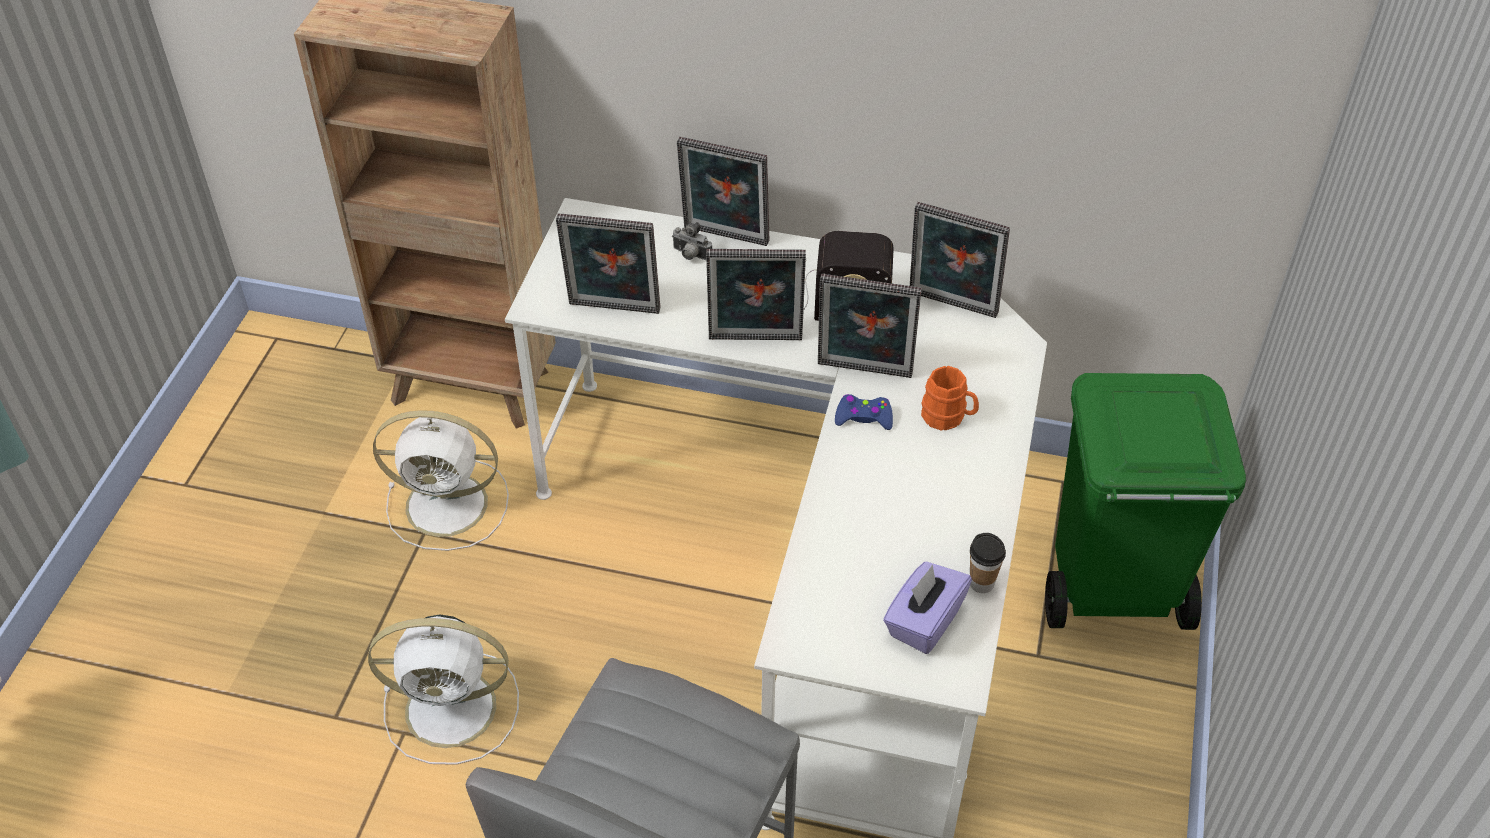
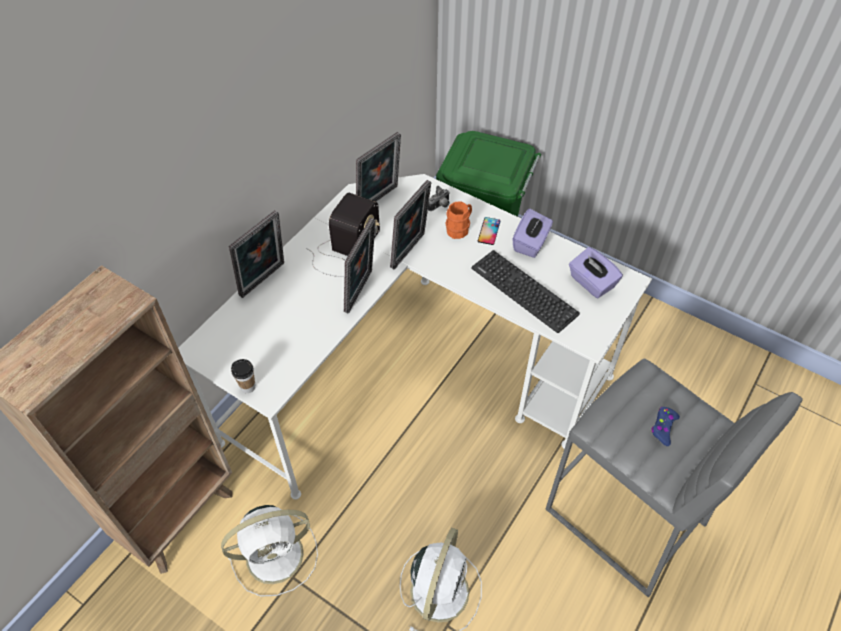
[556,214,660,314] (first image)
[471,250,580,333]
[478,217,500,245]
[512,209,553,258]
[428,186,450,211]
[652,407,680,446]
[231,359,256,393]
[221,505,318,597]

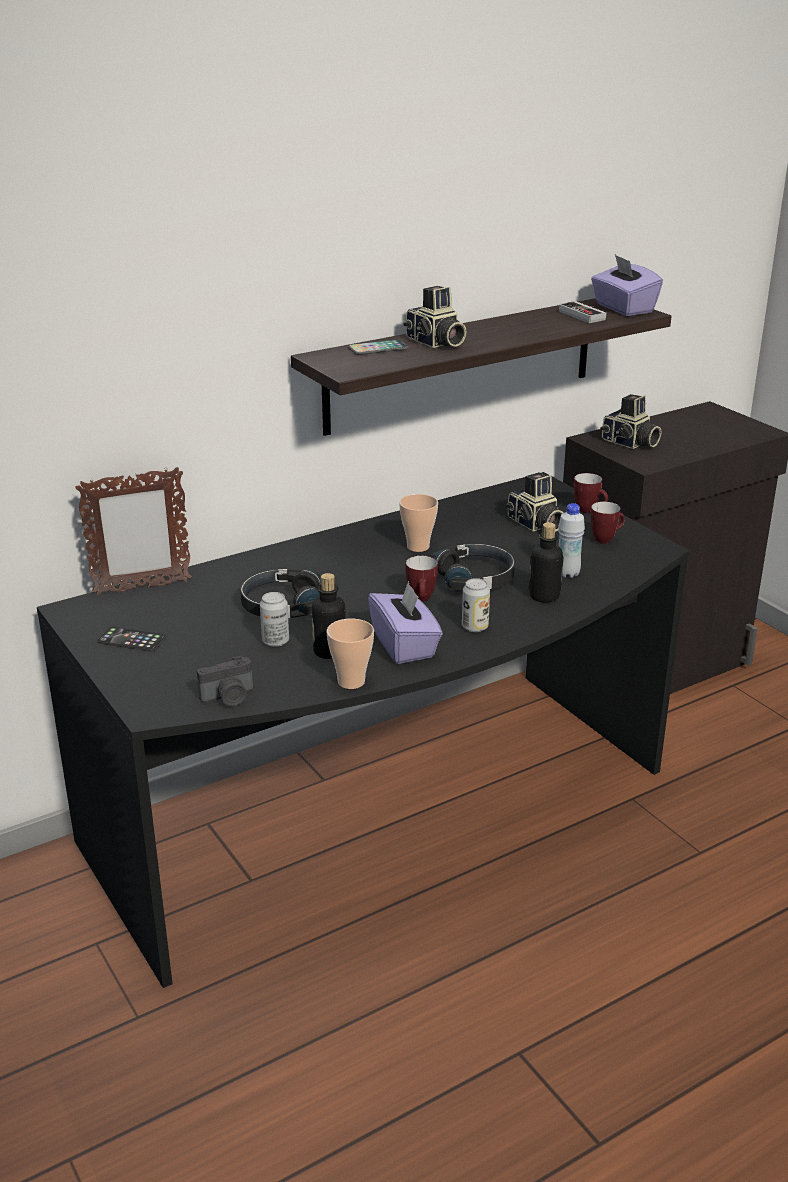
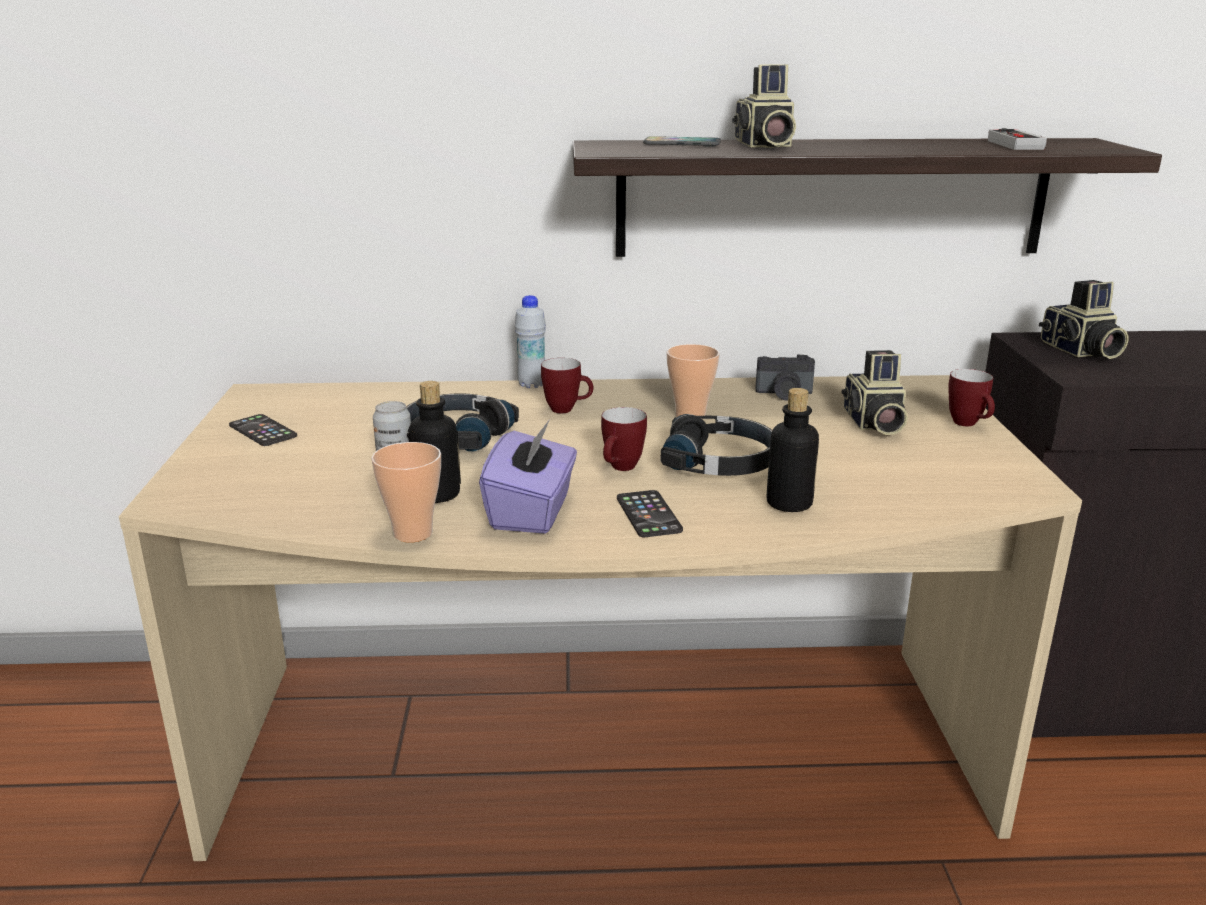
[75,467,192,596] (first image)
[591,255,663,316] (first image)
[755,354,815,401]
[515,295,546,388]
[541,358,593,413]
[617,490,683,537]
[119,375,1082,861]

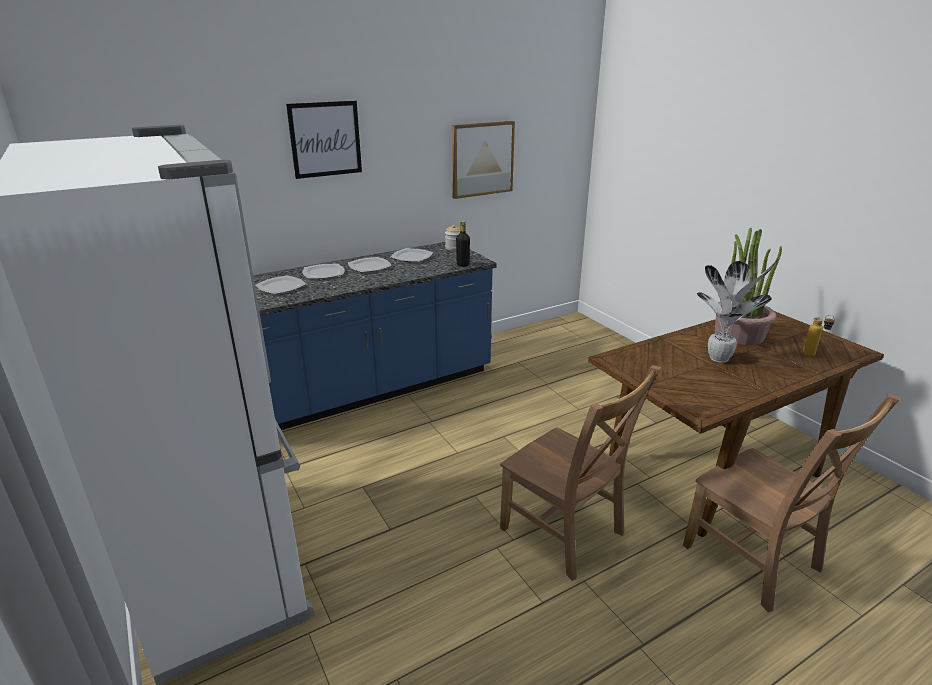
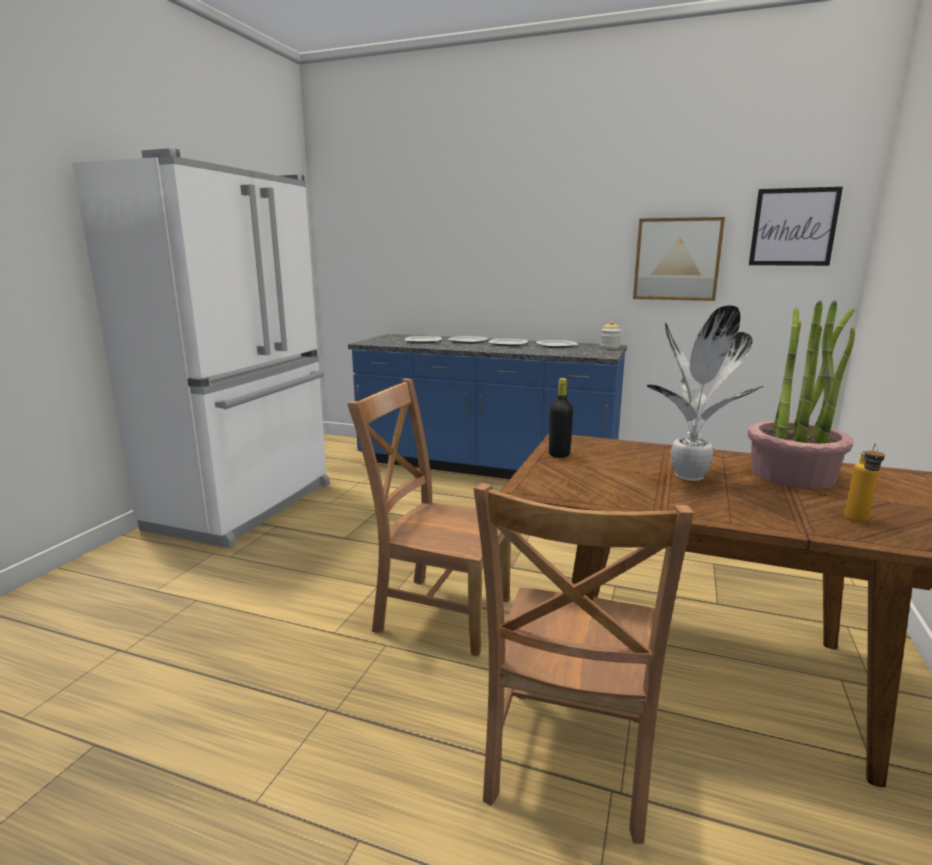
[749,187,843,266]
[549,378,573,458]
[347,378,511,657]

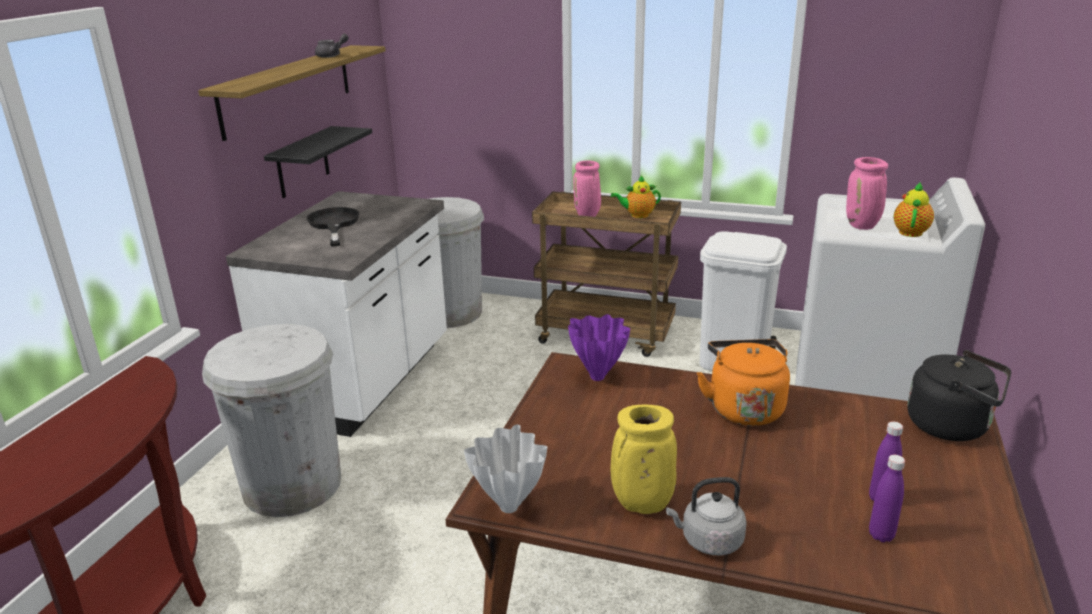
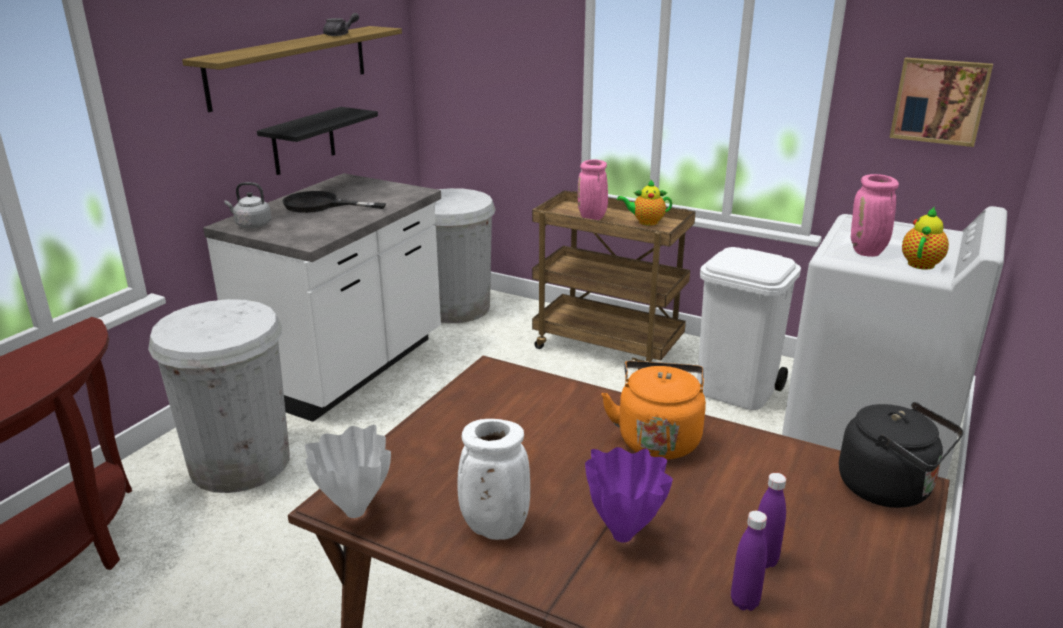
[889,58,993,147]
[585,447,673,542]
[224,182,271,228]
[457,419,530,540]
[282,191,386,213]

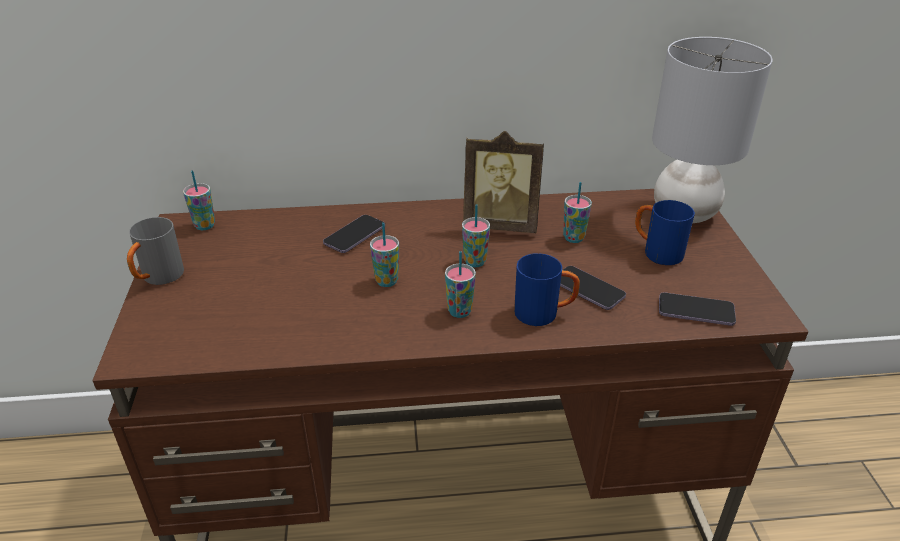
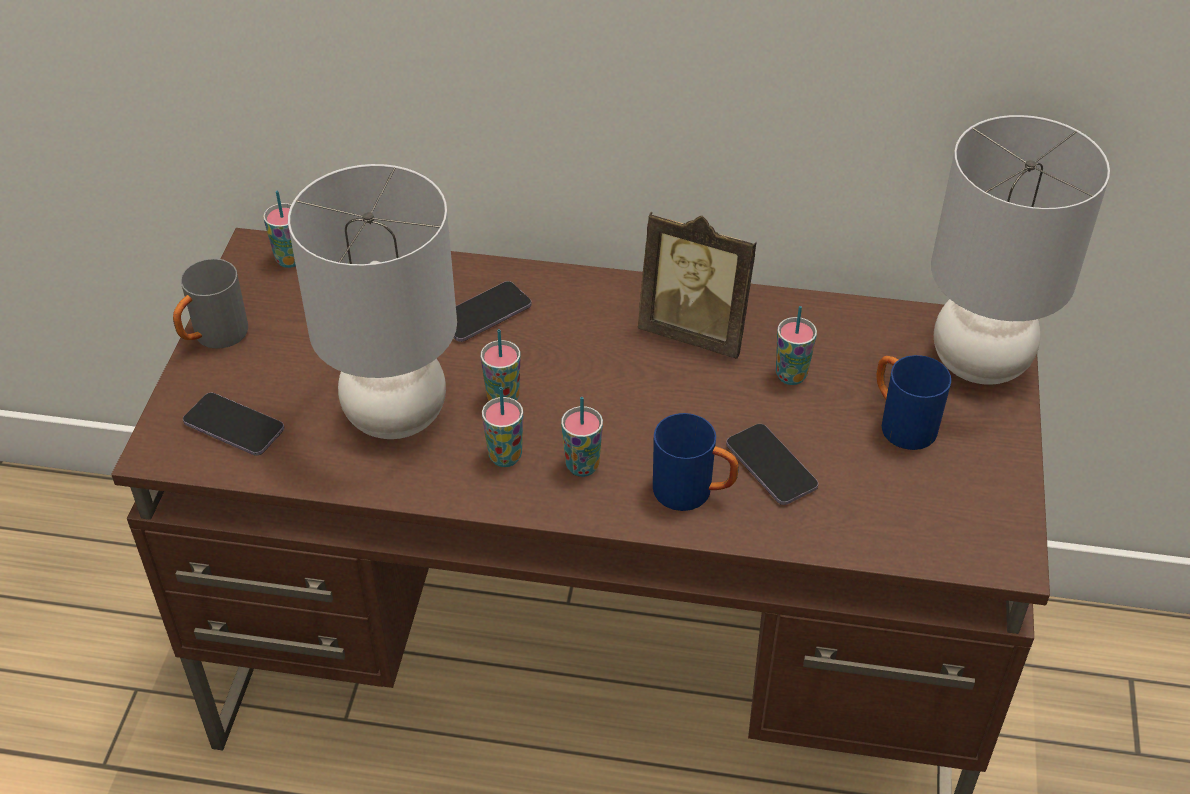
[288,164,457,439]
[482,387,523,467]
[183,392,284,456]

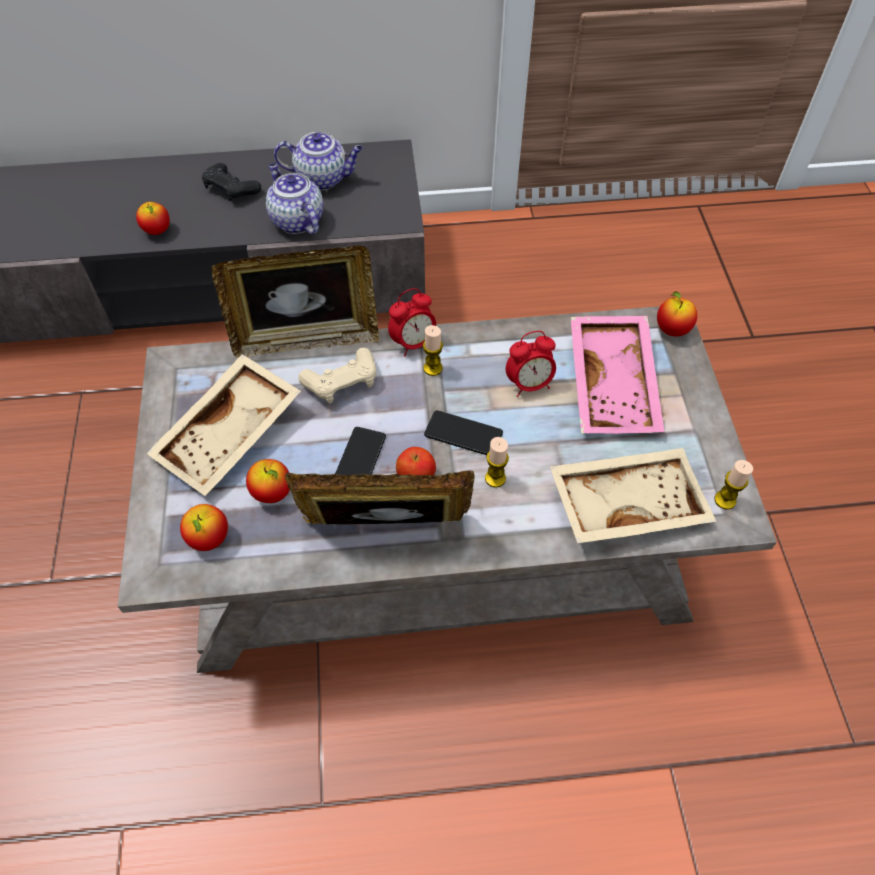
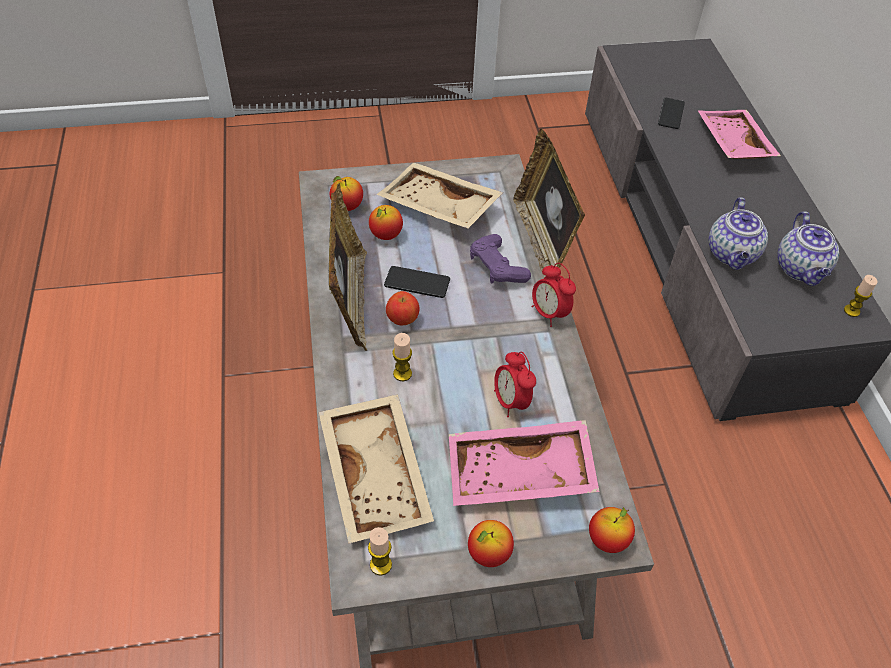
[202,163,261,201] (first image)
[698,110,781,159]
[468,520,514,567]
[844,275,878,317]
[658,98,685,129]
[470,234,531,283]
[709,198,768,270]

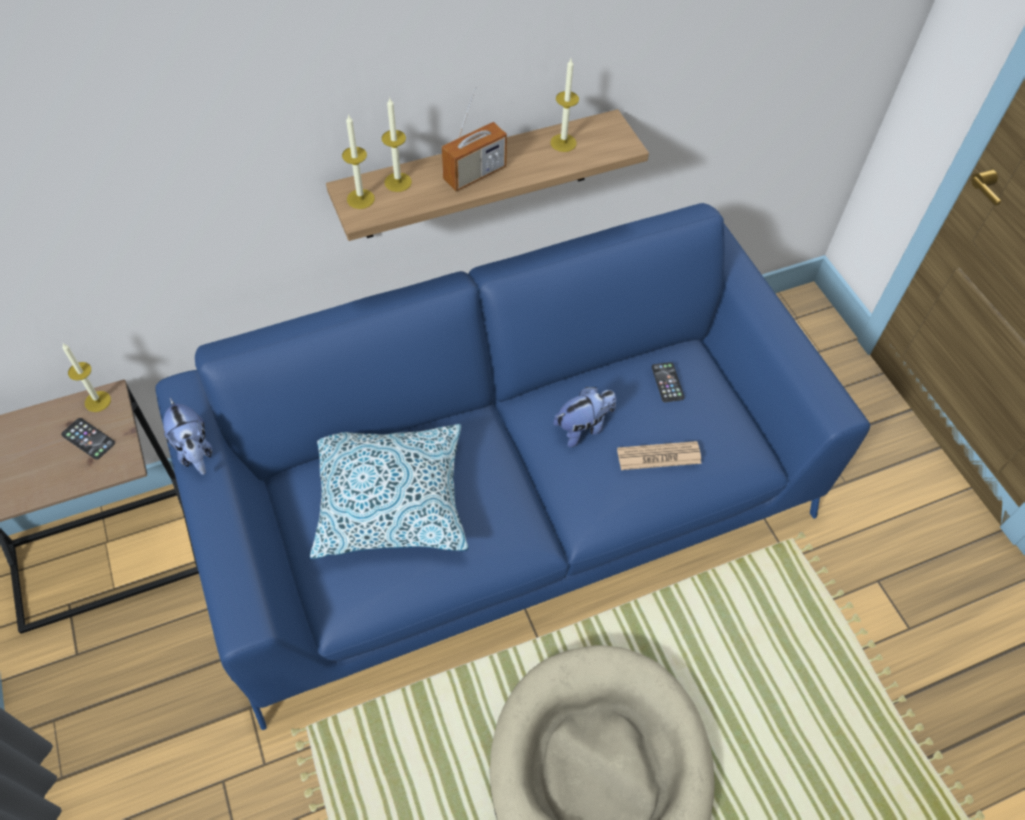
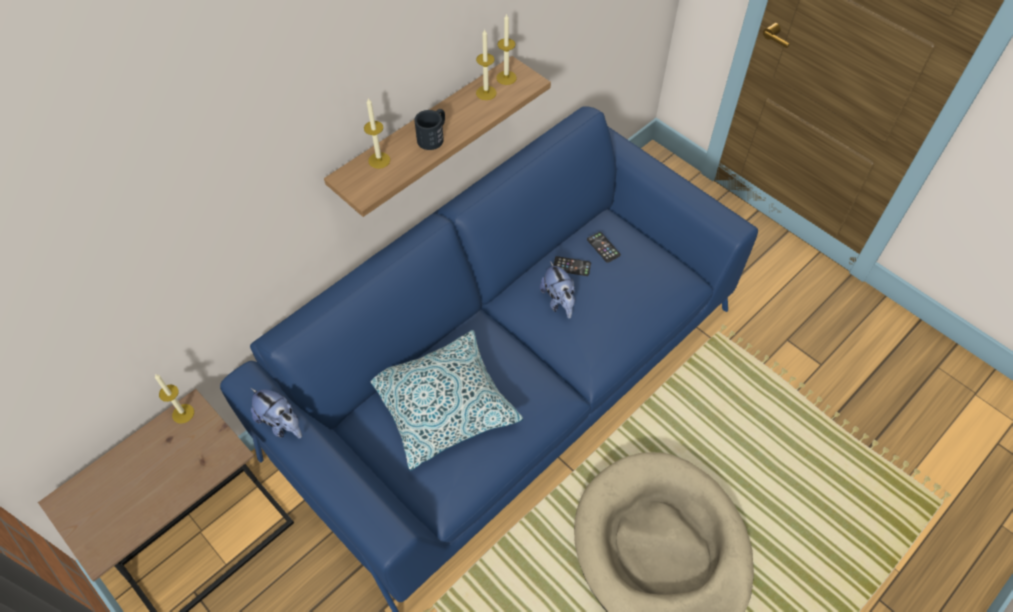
[617,441,702,470] (first image)
[554,256,591,276]
[496,13,517,85]
[414,109,445,150]
[540,261,575,319]

